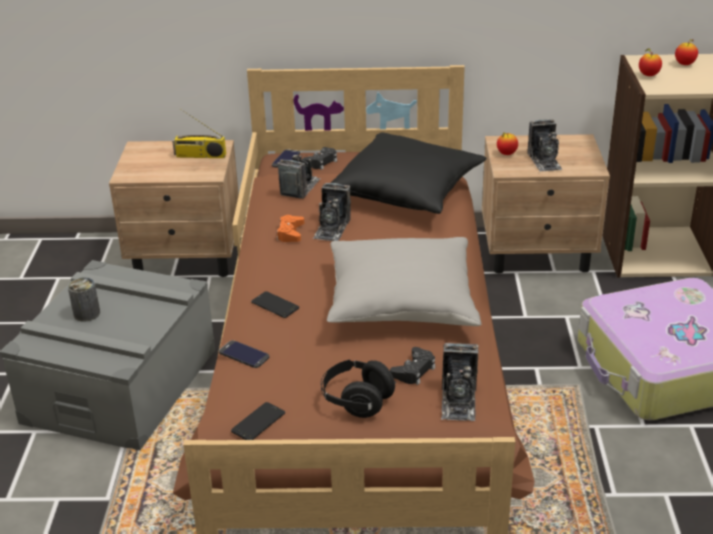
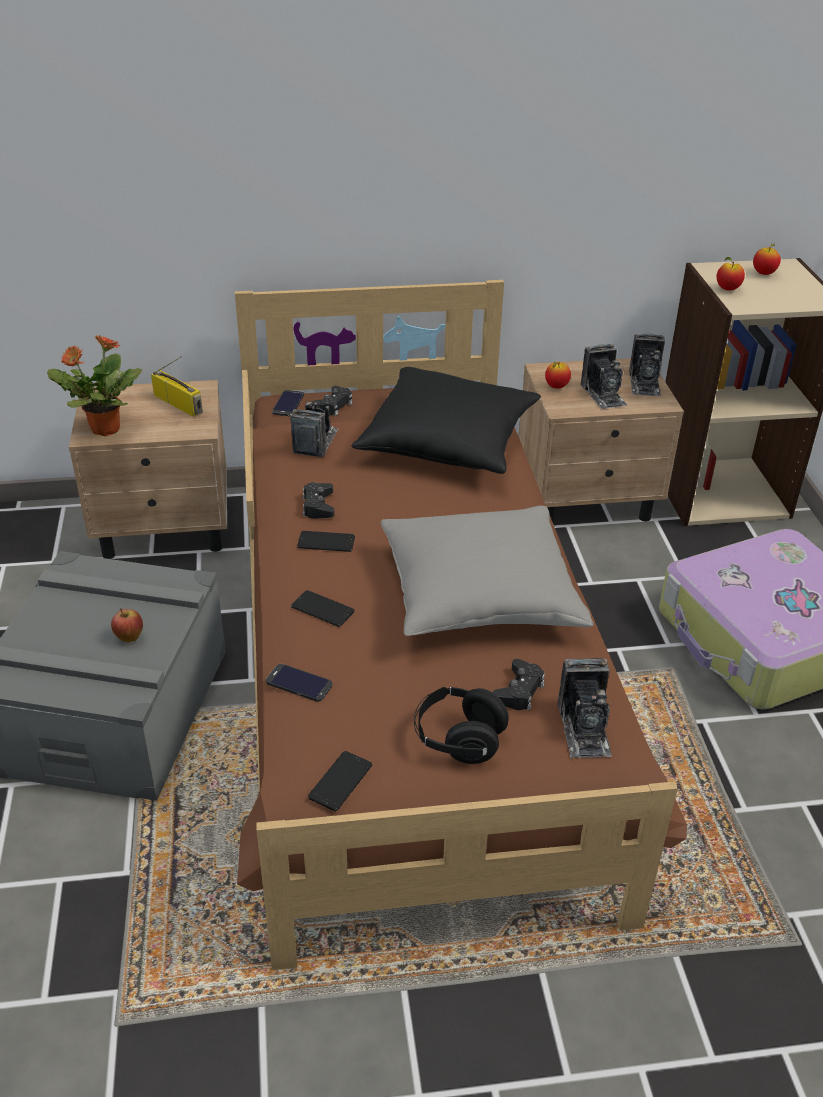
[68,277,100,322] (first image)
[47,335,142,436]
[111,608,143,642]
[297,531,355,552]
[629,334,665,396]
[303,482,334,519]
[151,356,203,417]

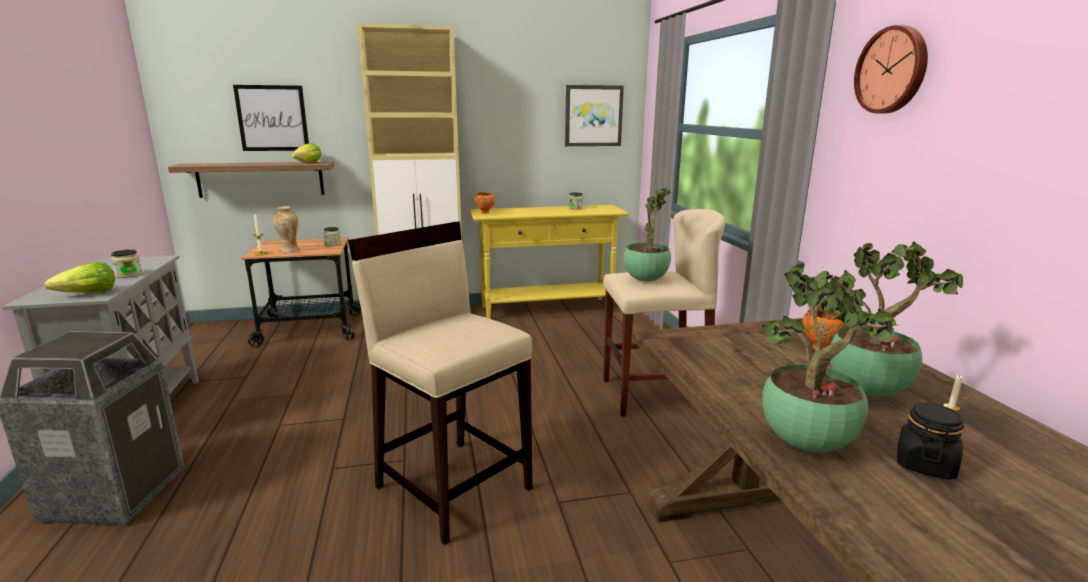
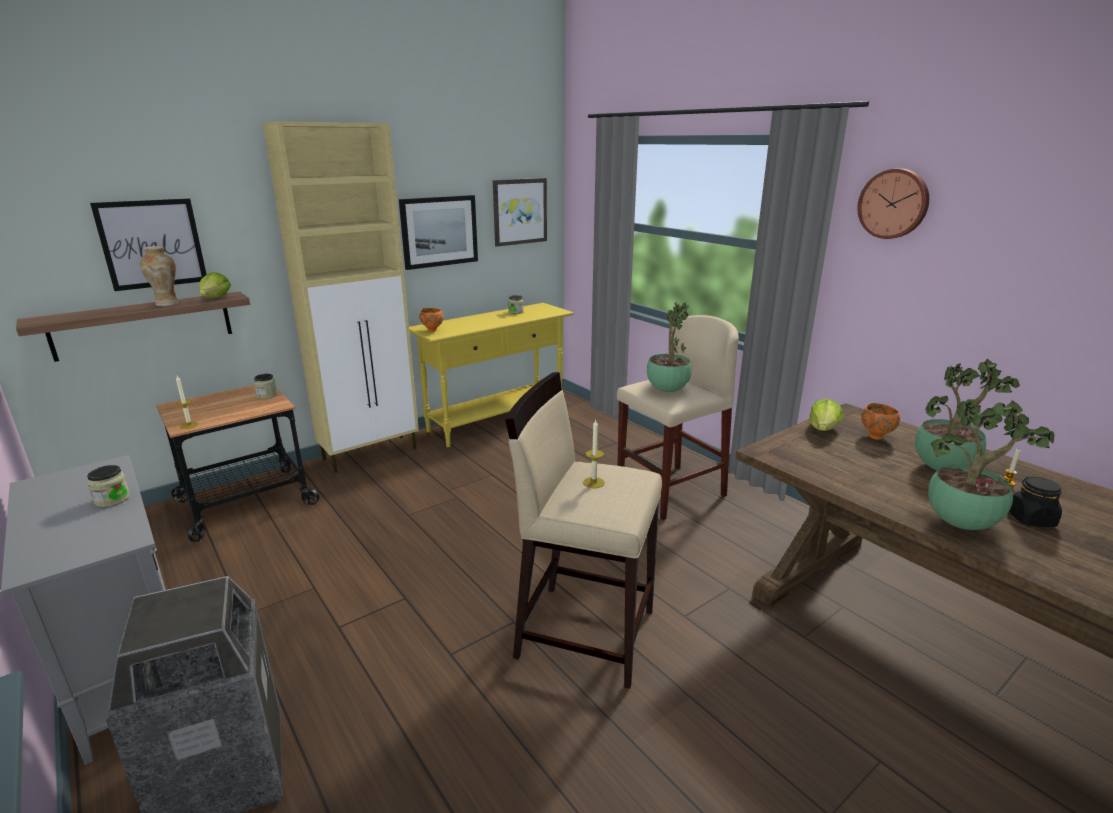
[399,195,478,270]
[583,420,605,488]
[809,399,843,431]
[140,246,180,306]

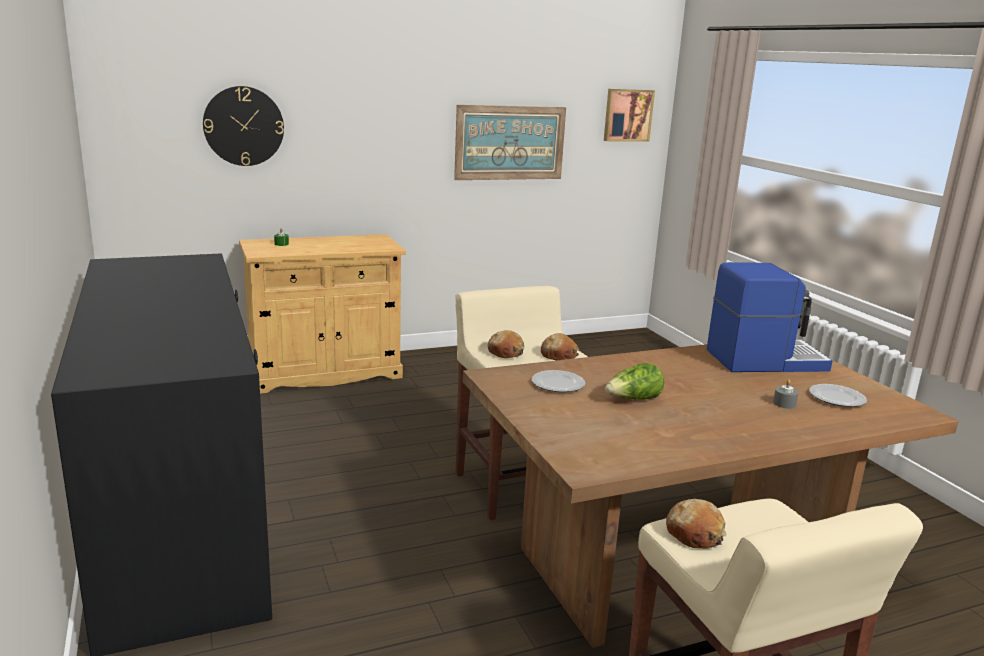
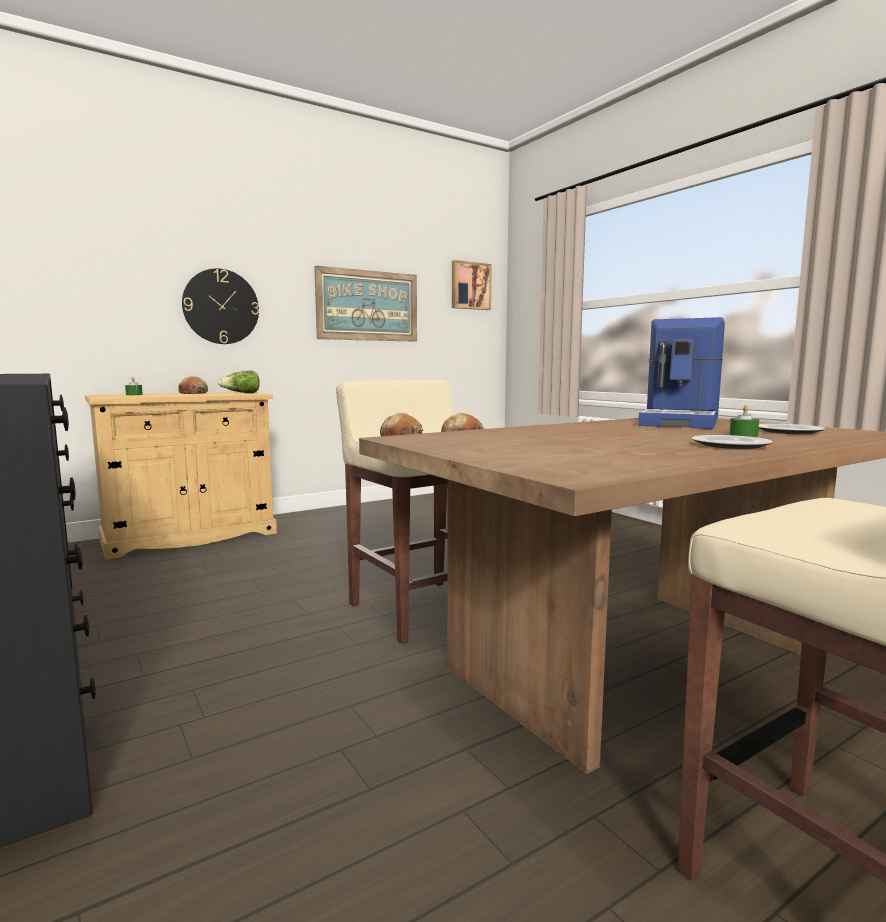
[182,268,259,344]
[692,435,773,449]
[218,371,260,393]
[178,376,208,394]
[729,405,759,437]
[638,317,725,429]

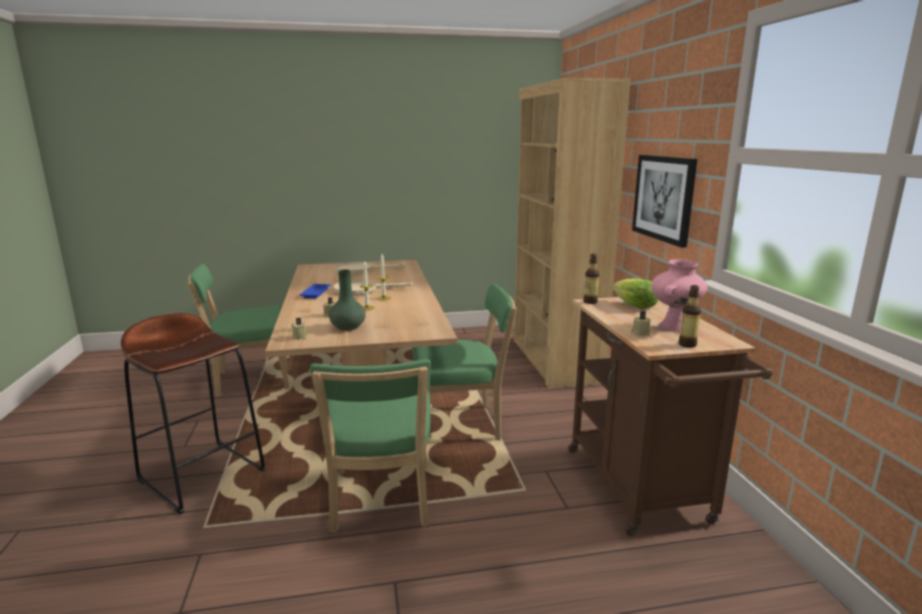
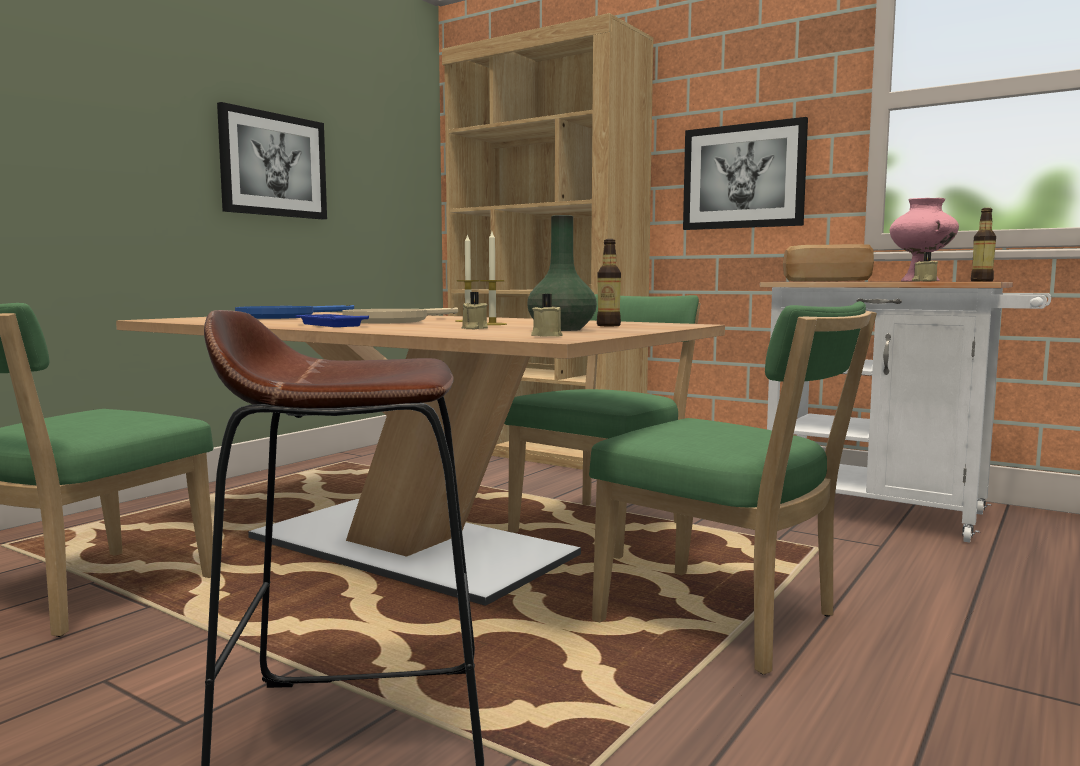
[217,102,327,220]
[597,239,621,326]
[783,244,874,281]
[235,305,354,319]
[760,282,1051,543]

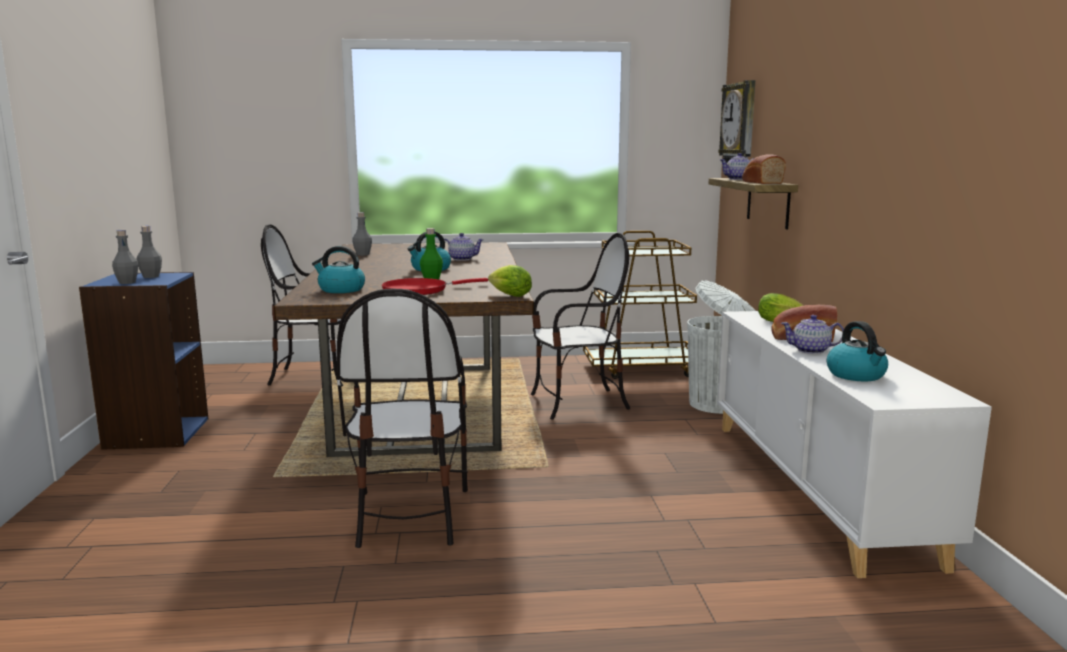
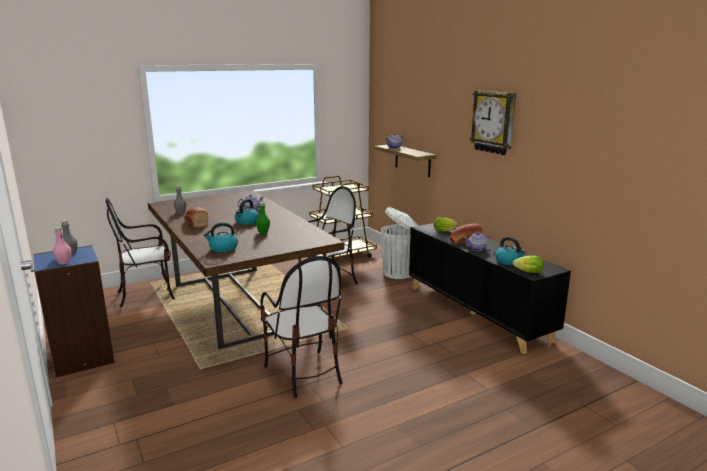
[382,278,488,295] (first image)
[513,255,544,273]
[470,90,516,155]
[184,207,208,228]
[53,227,71,265]
[409,223,571,354]

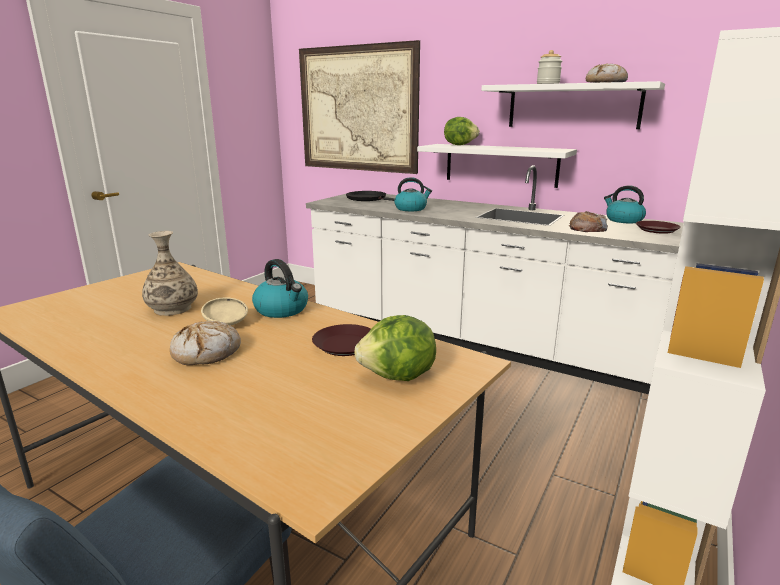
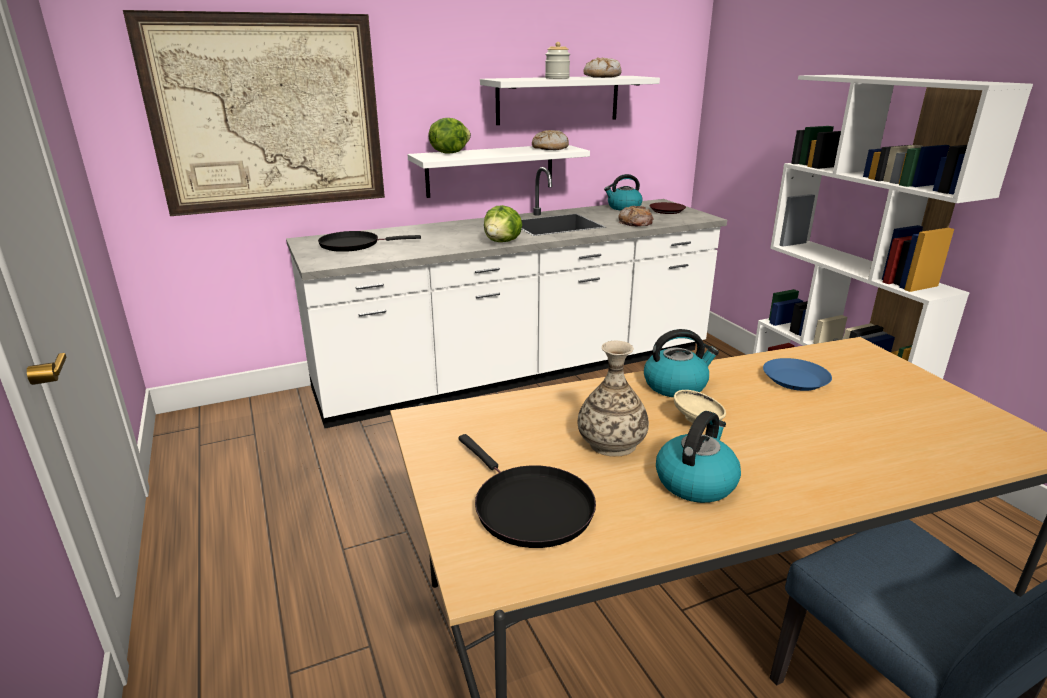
[458,434,596,548]
[532,130,569,150]
[484,205,522,242]
[656,411,741,503]
[763,358,832,391]

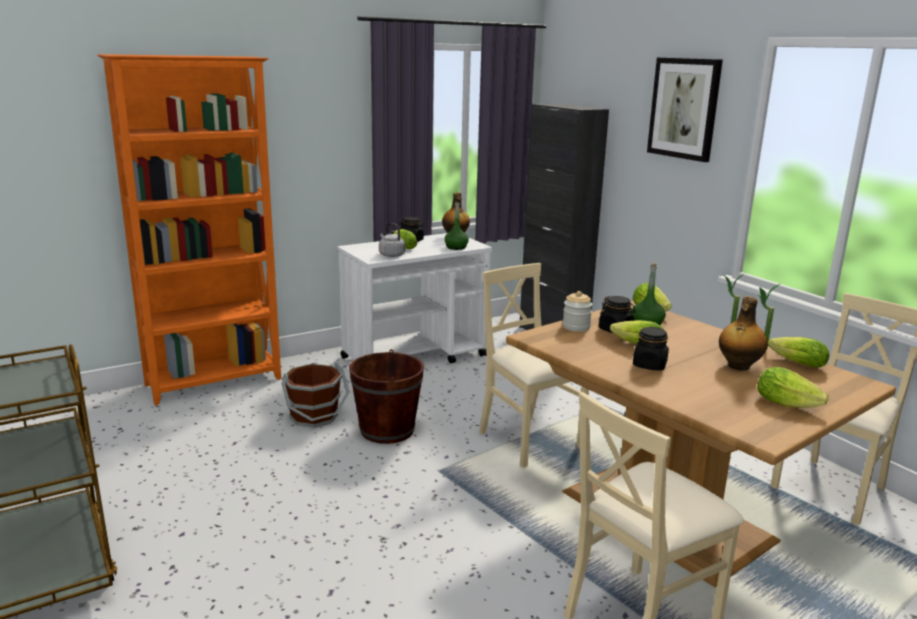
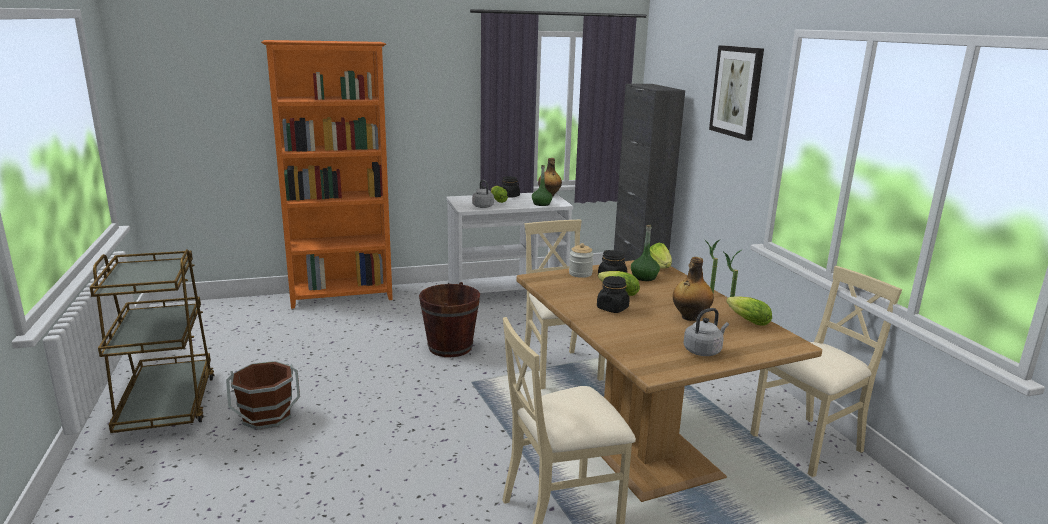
[226,361,300,430]
[684,308,729,356]

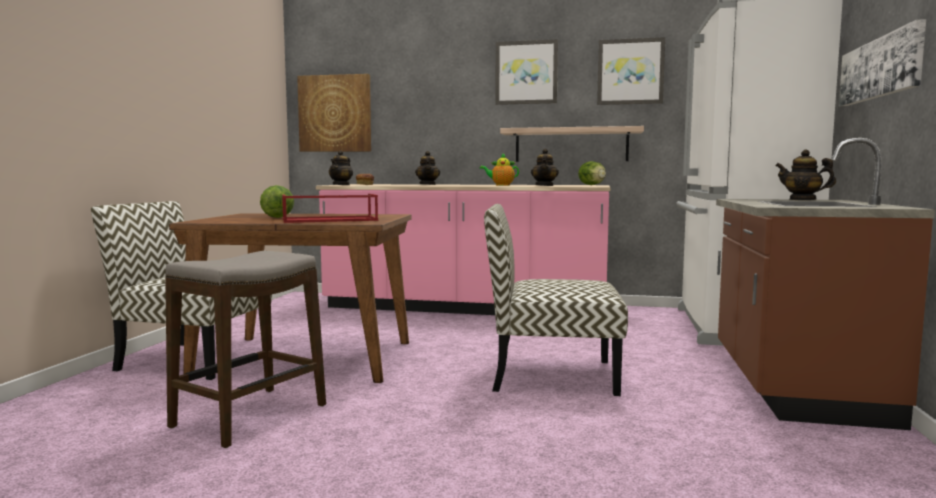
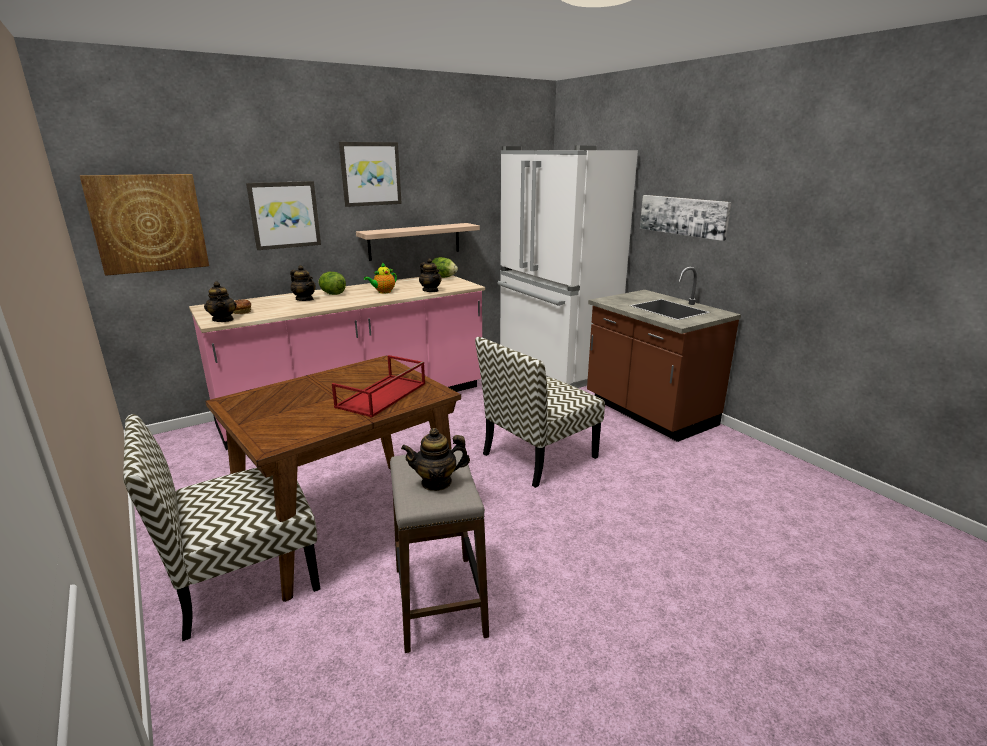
[318,272,346,295]
[246,181,321,250]
[401,428,470,491]

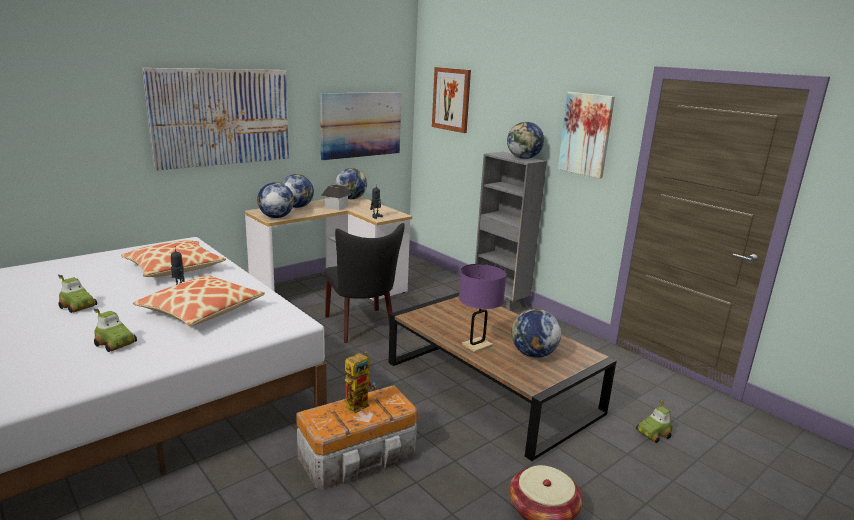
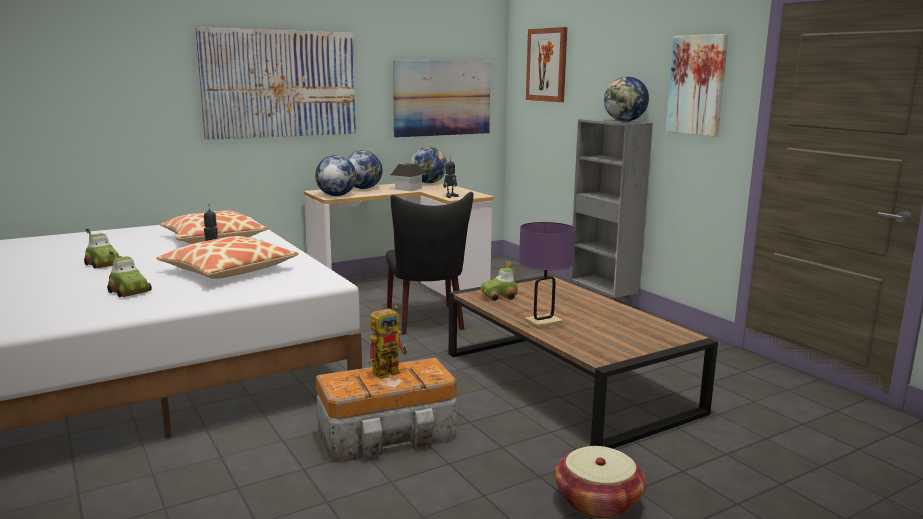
[511,309,561,358] (first image)
[480,261,518,301]

